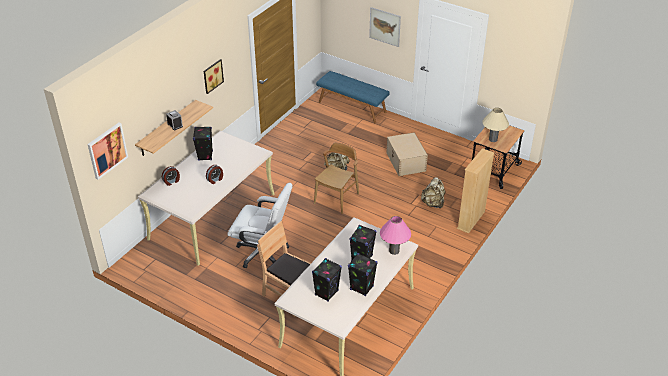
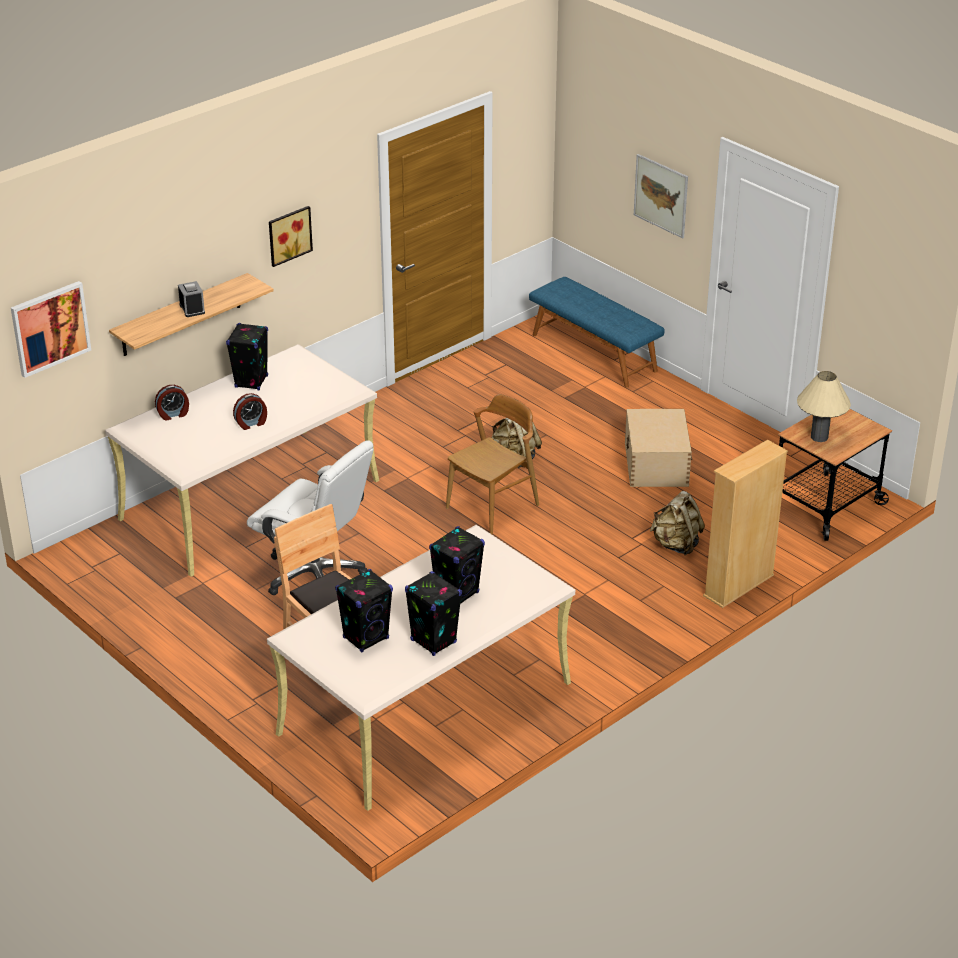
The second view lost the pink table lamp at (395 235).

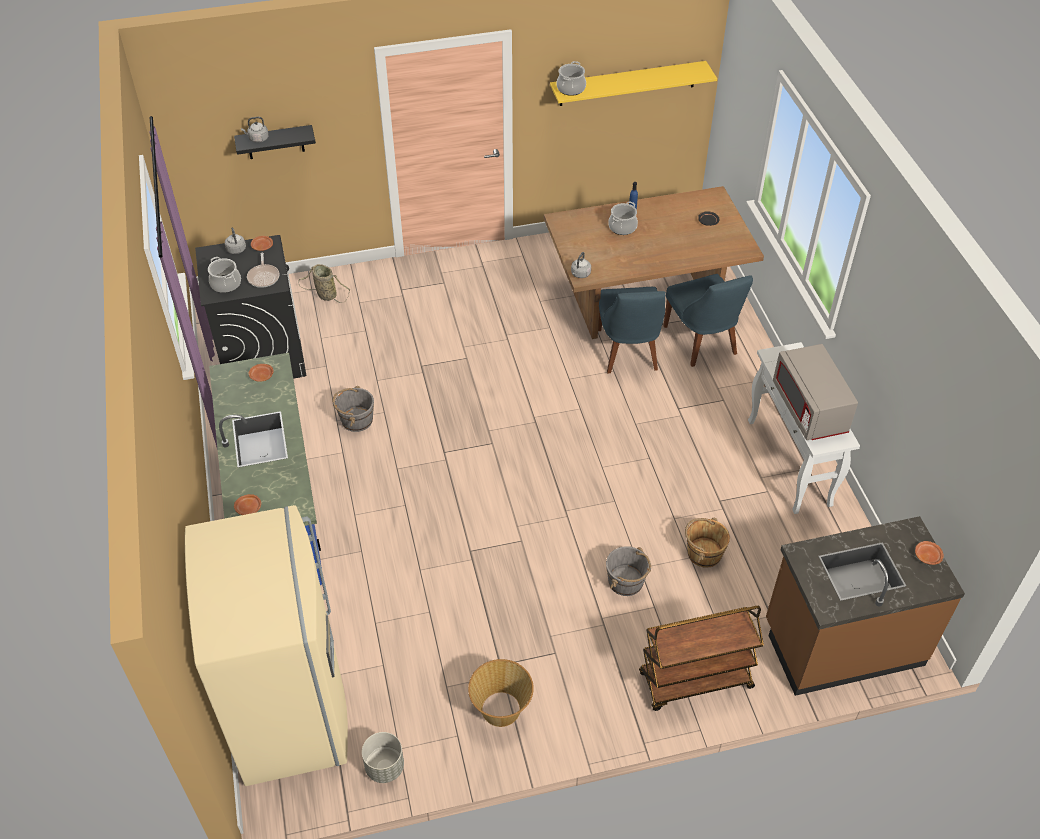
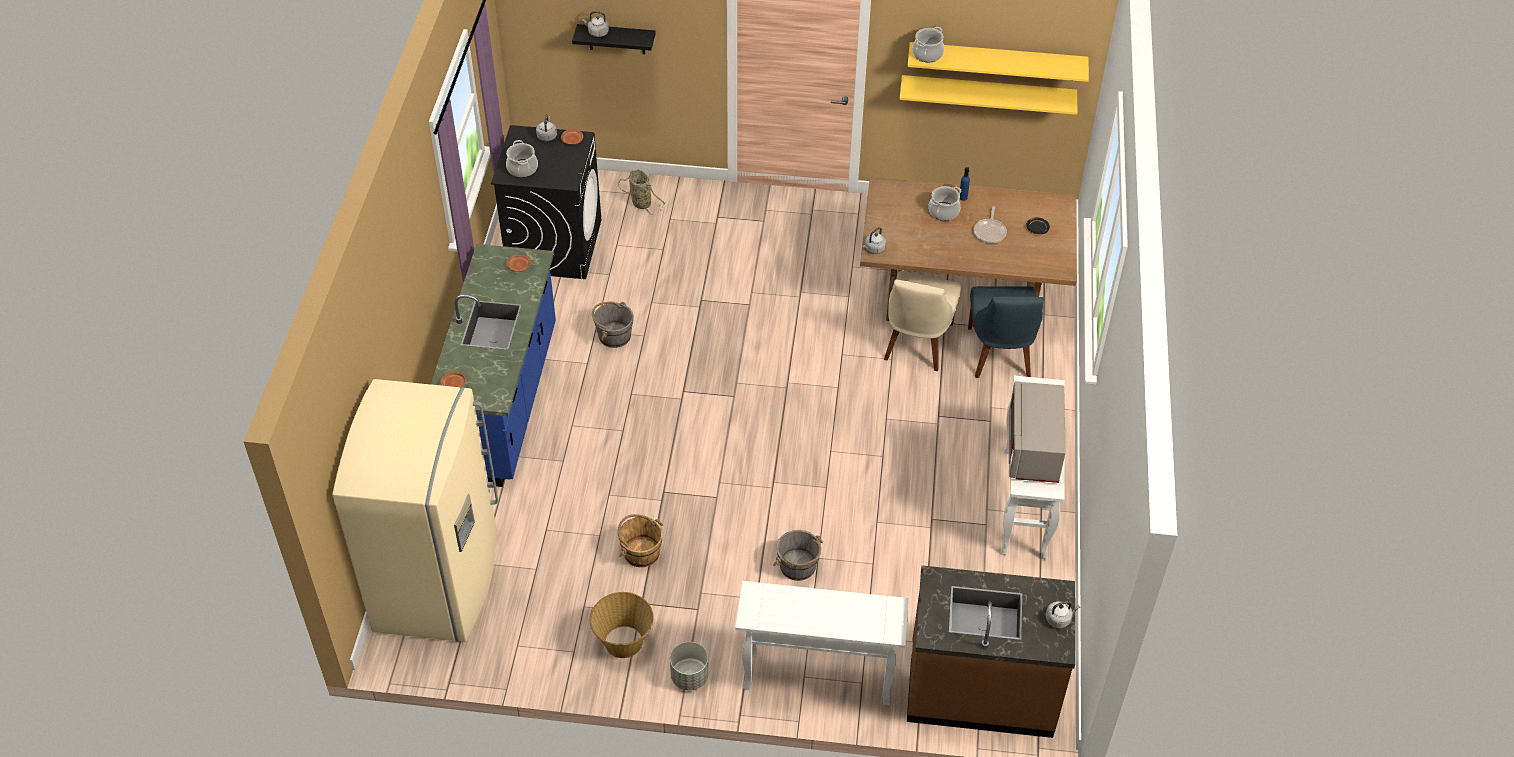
The second view gained the yellow shelf at (988 95).
The frying pan ended up elsewhere, having gone from (263 270) to (990 224).
The grey planter ended up elsewhere, having gone from (383 757) to (689 666).
The brown bucket ended up elsewhere, having gone from (707 543) to (640 540).
Where the brown cart stood at (701 658), the white console table came to stand at (822 643).
Where the brown plate stood at (929 553), the grey kettle came to stand at (1063 614).
What was the blue chair at (632 330) turned into the beige chair at (922 321).

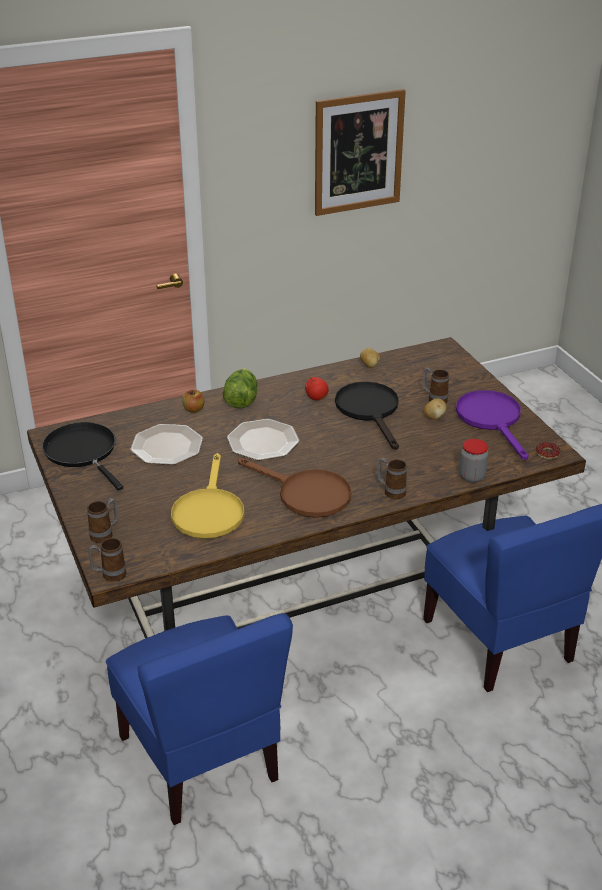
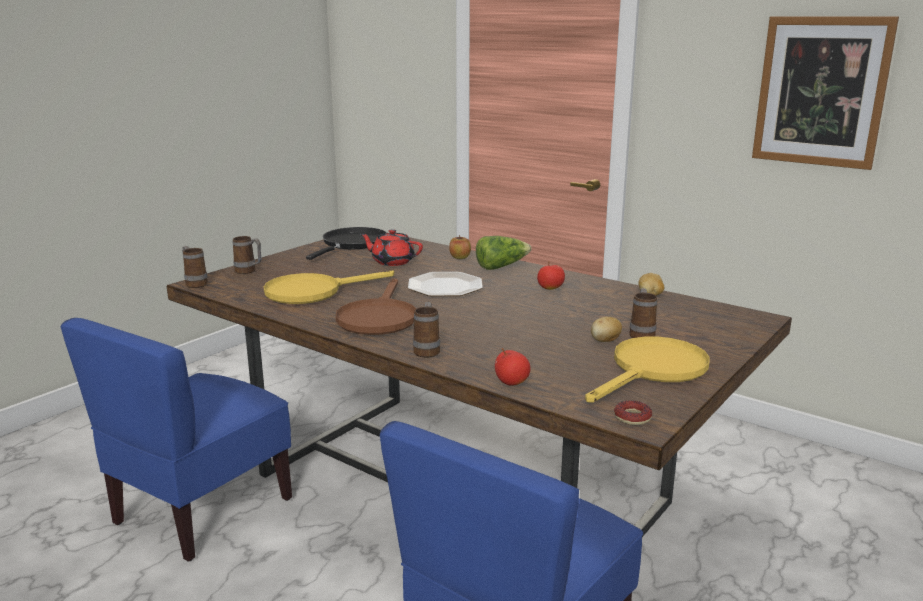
The second view lost the black frying pan at (367 416).
Where the plate stood at (166 444), the red teapot came to stand at (391 247).
Where the jar stood at (473 461), the apple came to stand at (513 367).
What was the purple frying pan at (492 425) turned into the yellow frying pan at (647 369).

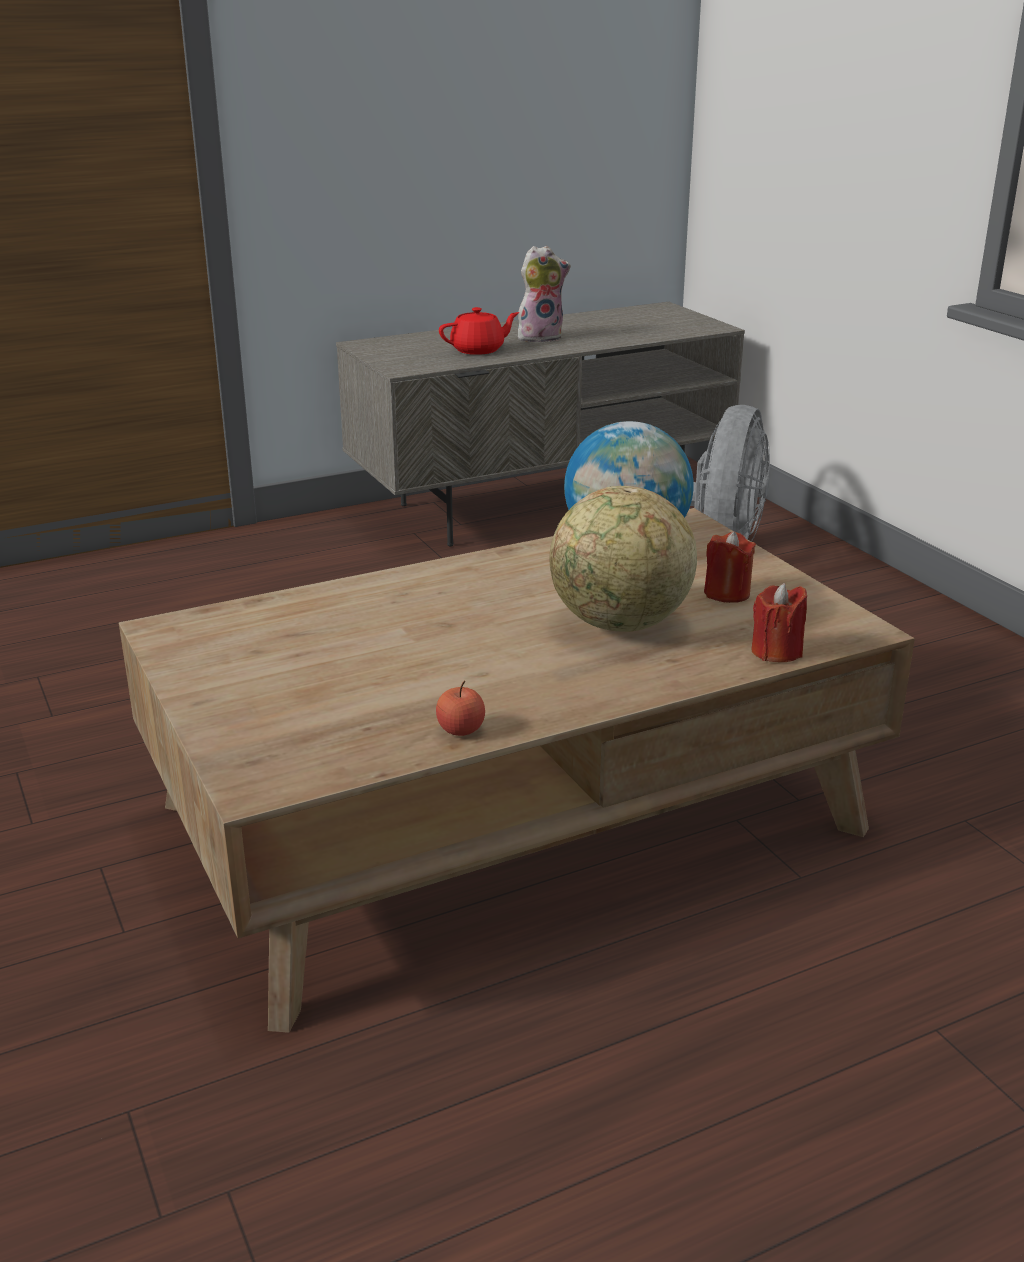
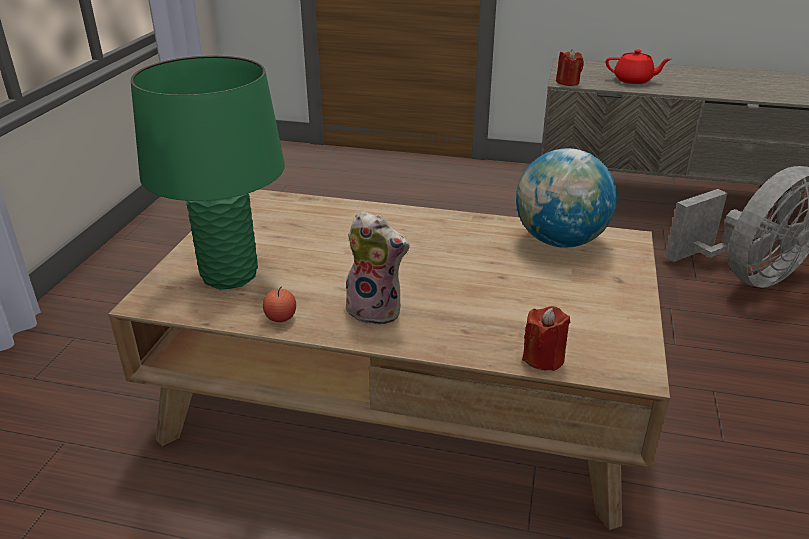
The second view lost the globe at (623 559).
The second view gained the green table lamp at (207 172).
The plush toy ended up elsewhere, having gone from (544 294) to (376 268).
The red candle ended up elsewhere, having gone from (730 567) to (570 67).

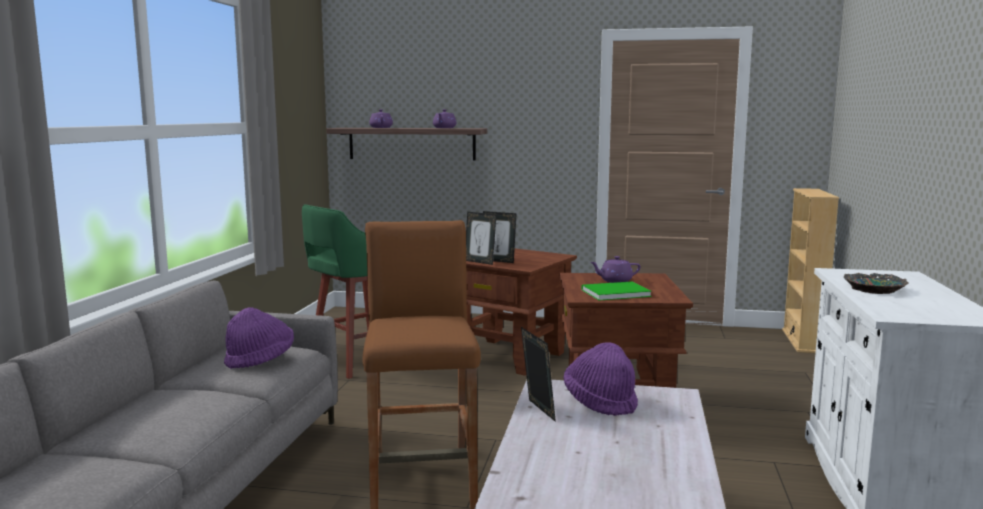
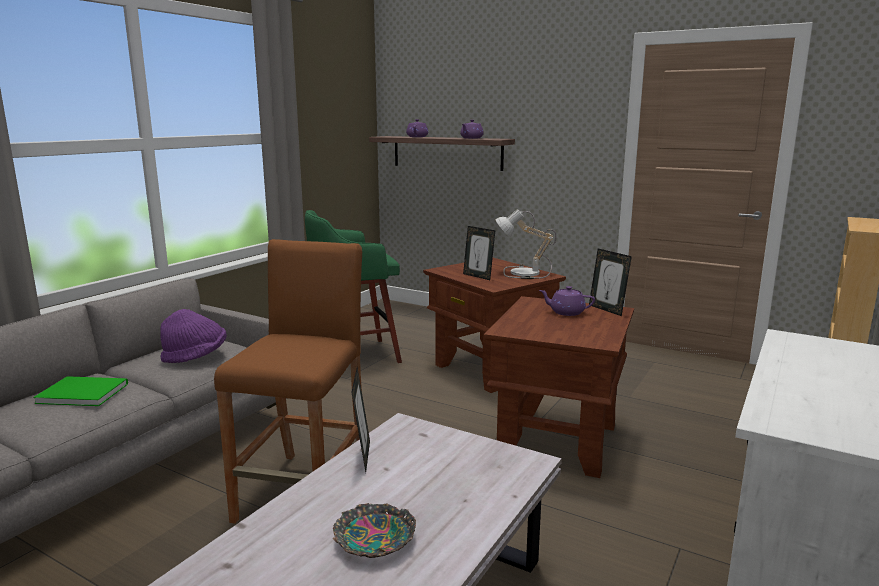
The second view lost the purple hat at (601 379).
The second view gained the table lamp at (525 244).
The picture frame ended up elsewhere, having gone from (481 238) to (610 282).
The green book ended up elsewhere, having gone from (616 290) to (80 391).
The bowl ended up elsewhere, having gone from (876 283) to (374 530).

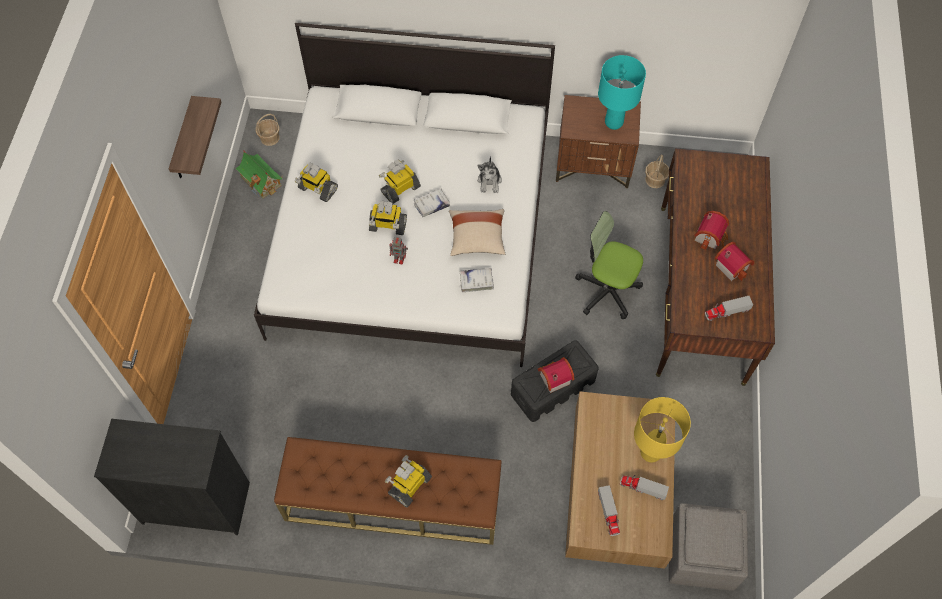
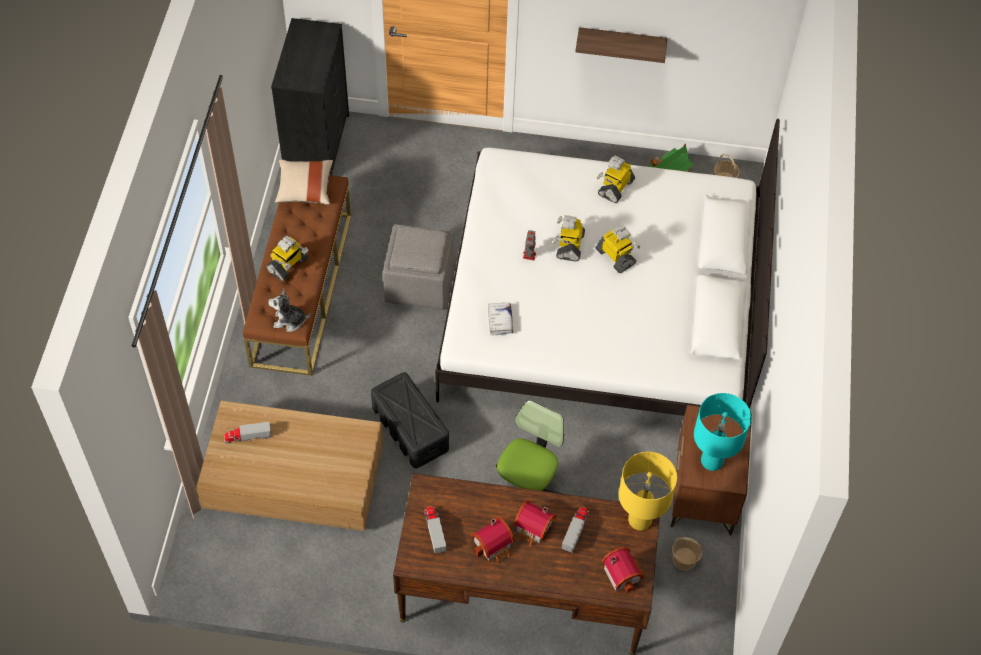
The second view lost the white book at (431 203).
The beige pillow ended up elsewhere, having gone from (477 232) to (304 182).
The plush toy ended up elsewhere, having gone from (489 174) to (289 310).
The toy house ended up elsewhere, having gone from (556 375) to (623 570).
The toy truck ended up elsewhere, having gone from (644 487) to (575 530).
The yellow table lamp ended up elsewhere, having gone from (662 430) to (648 491).
The grey ottoman ended up elsewhere, having gone from (708 547) to (418 267).
The toy robot at (408 481) ended up facing another way, 90 degrees clockwise from before.

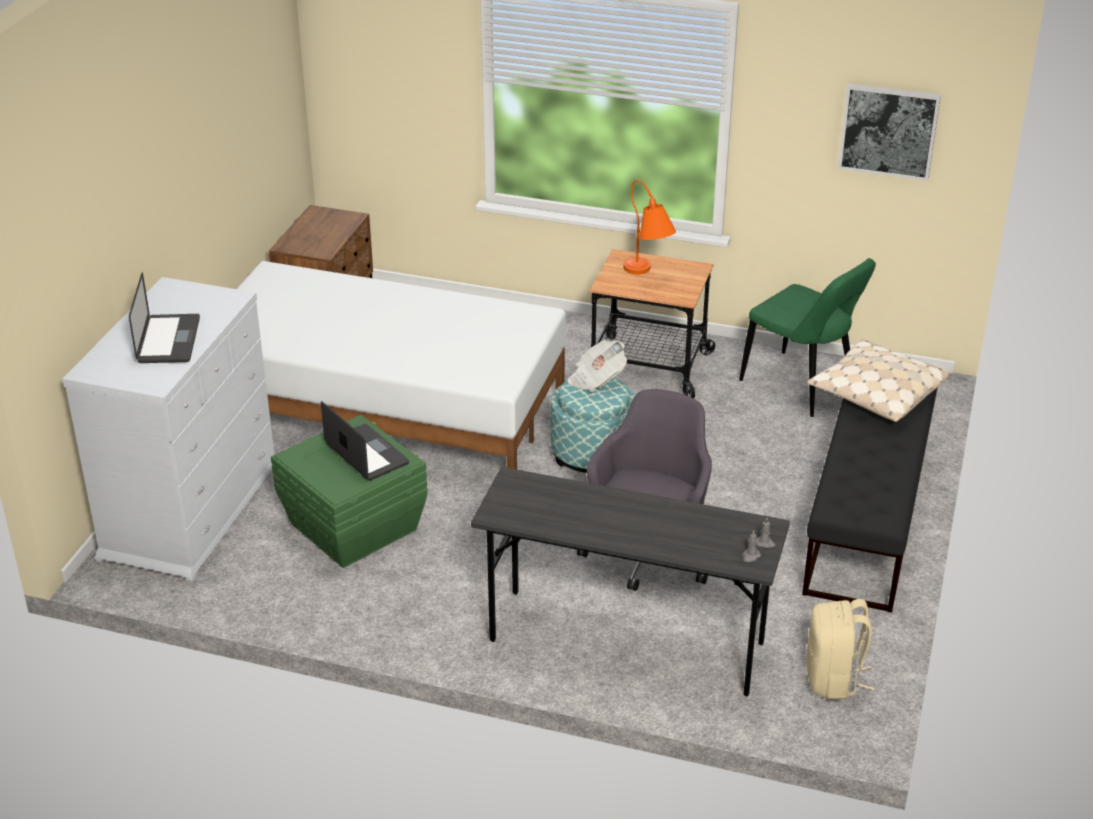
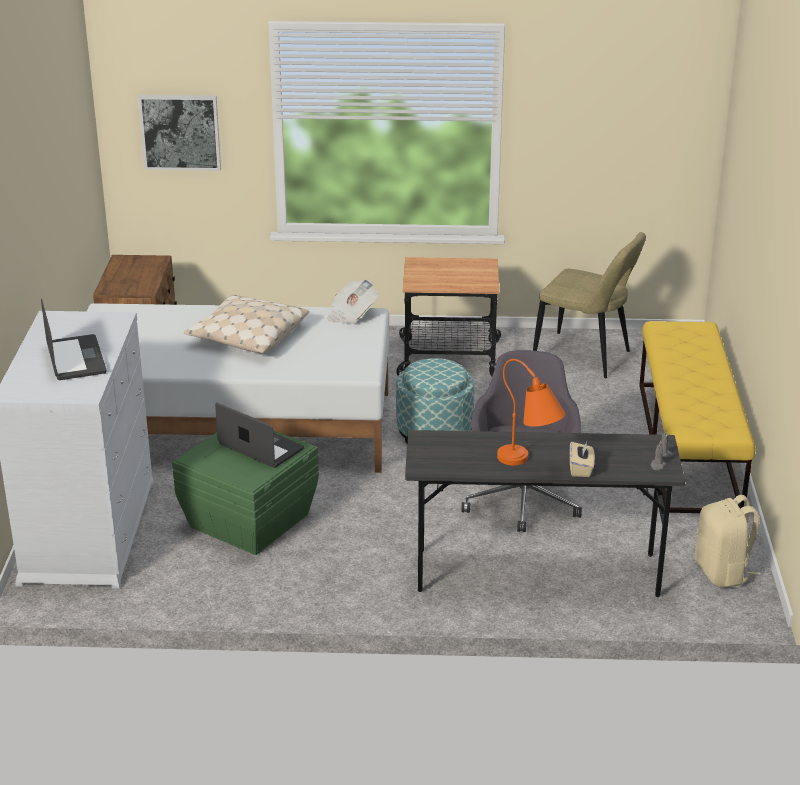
The second view gained the beige tissue box at (582 459).
The newspaper ended up elsewhere, having gone from (597 366) to (352 301).
The orange table lamp ended up elsewhere, having gone from (649 227) to (531 412).
The beige pillow ended up elsewhere, having gone from (878 380) to (246 324).
The picture ended up elsewhere, having gone from (889 132) to (179 133).
What was the green chair at (807 337) turned into the beige chair at (589 305).
What was the black bench at (870 500) turned into the yellow bench at (697 417).

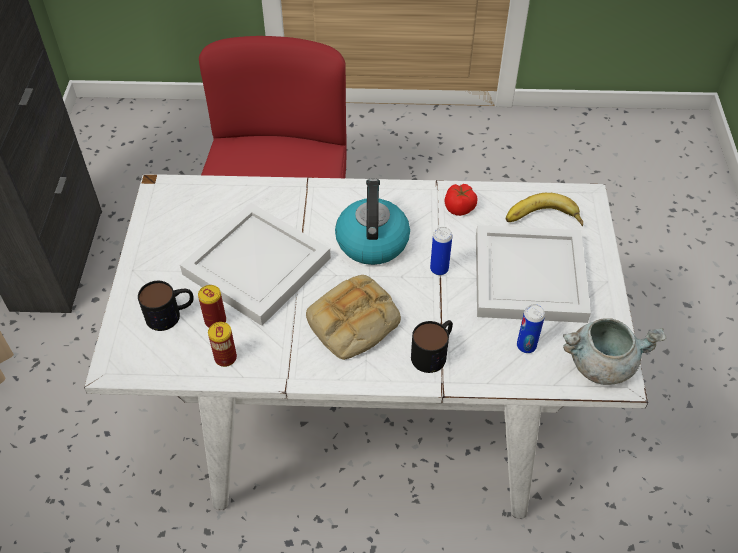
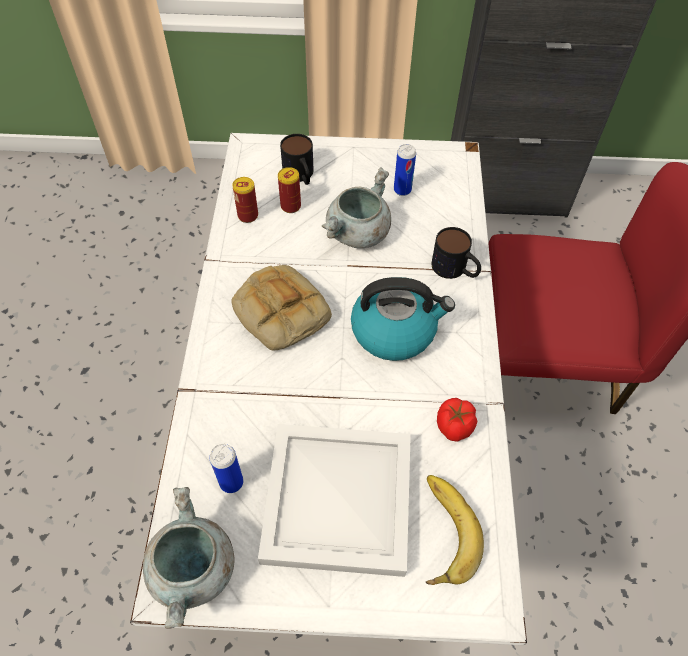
The mug ended up elsewhere, having gone from (432 346) to (456 253).
The can ended up elsewhere, having gone from (441 251) to (405 170).
Where the white tray stood at (255 264), the grey cooking pot came to stand at (356 207).

